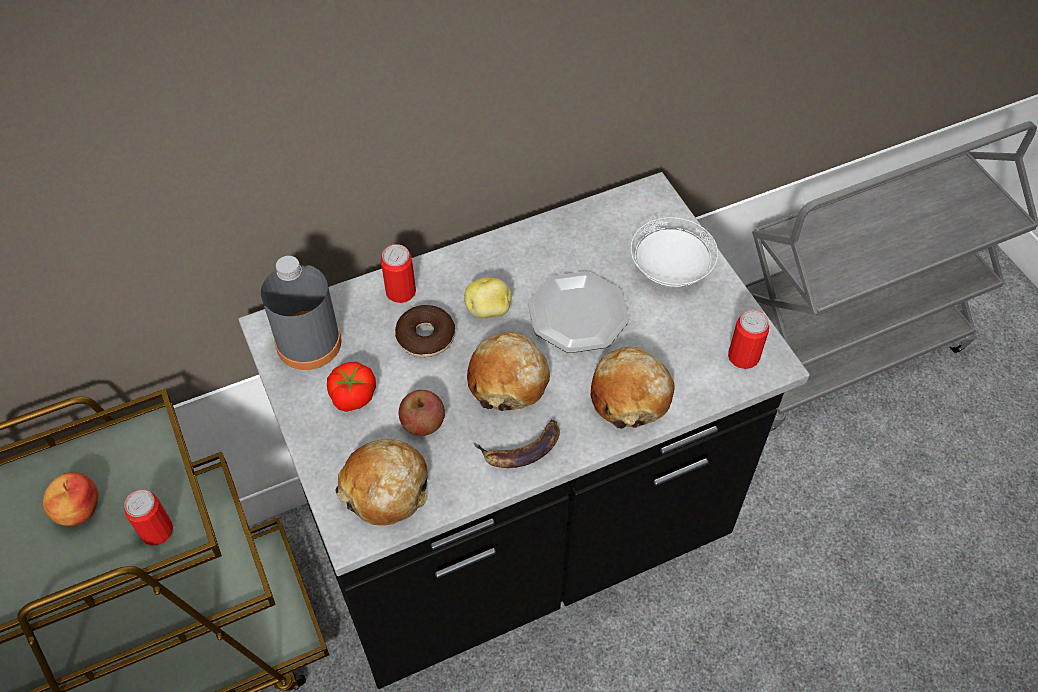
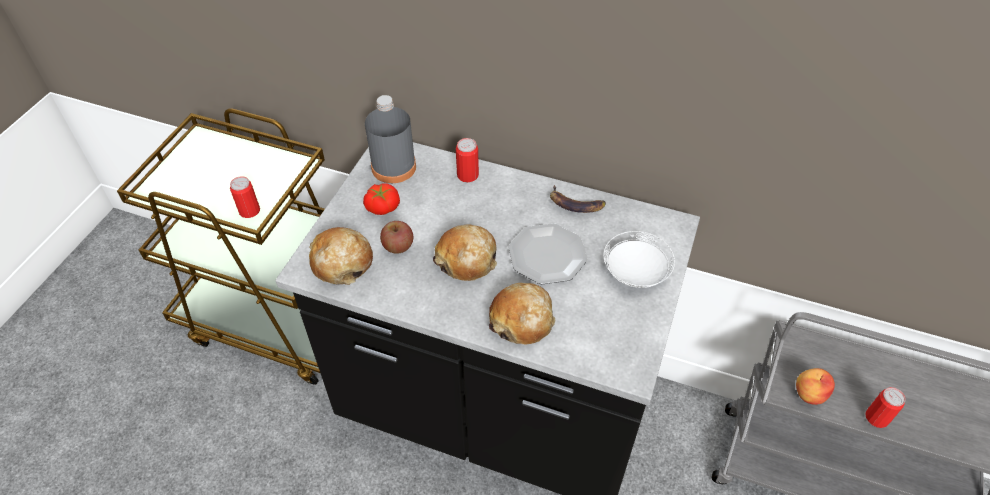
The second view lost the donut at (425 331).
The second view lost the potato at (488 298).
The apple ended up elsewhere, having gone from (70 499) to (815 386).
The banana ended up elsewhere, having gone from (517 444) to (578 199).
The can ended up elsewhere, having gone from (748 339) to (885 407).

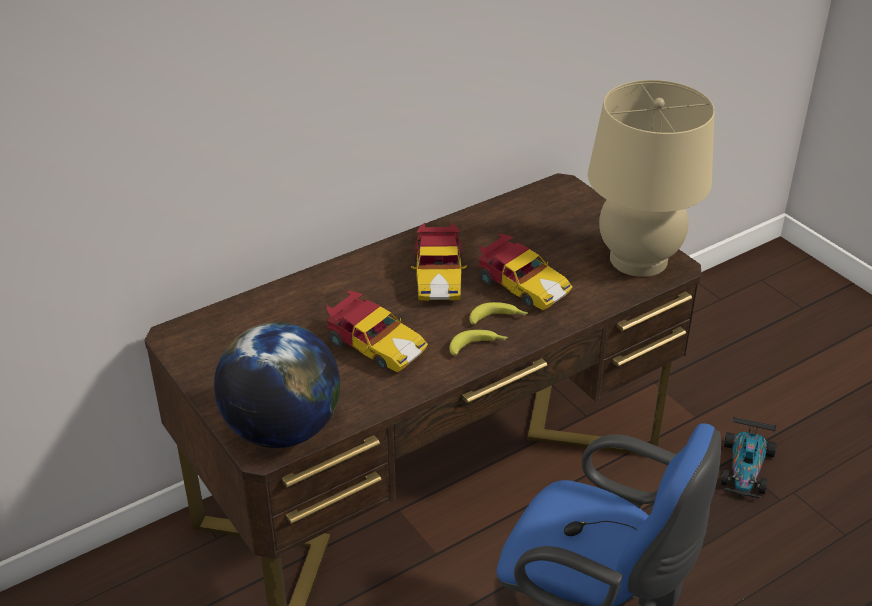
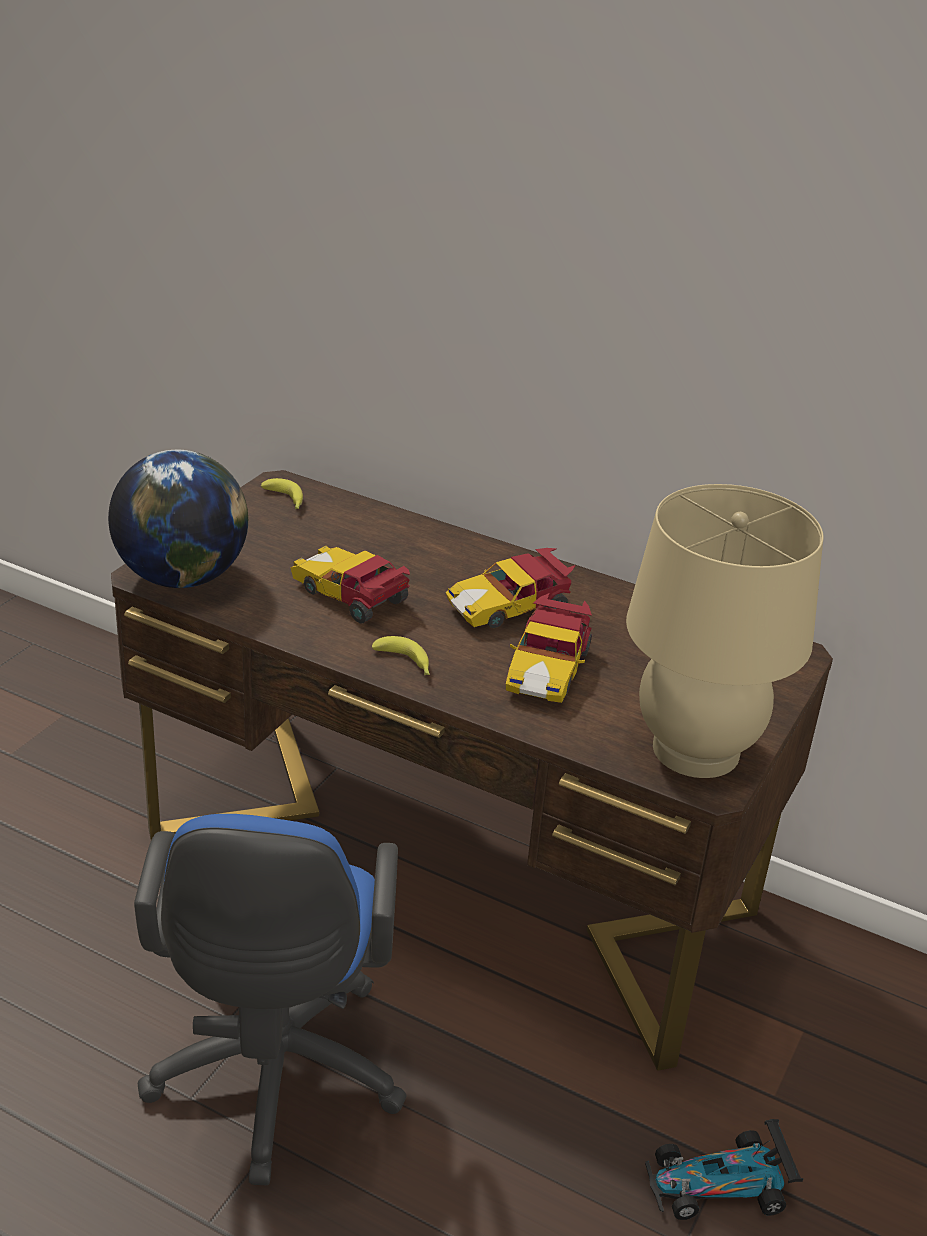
The banana ended up elsewhere, having gone from (498 313) to (282 493).
The toy car at (377 332) ended up facing another way, 120 degrees clockwise from before.

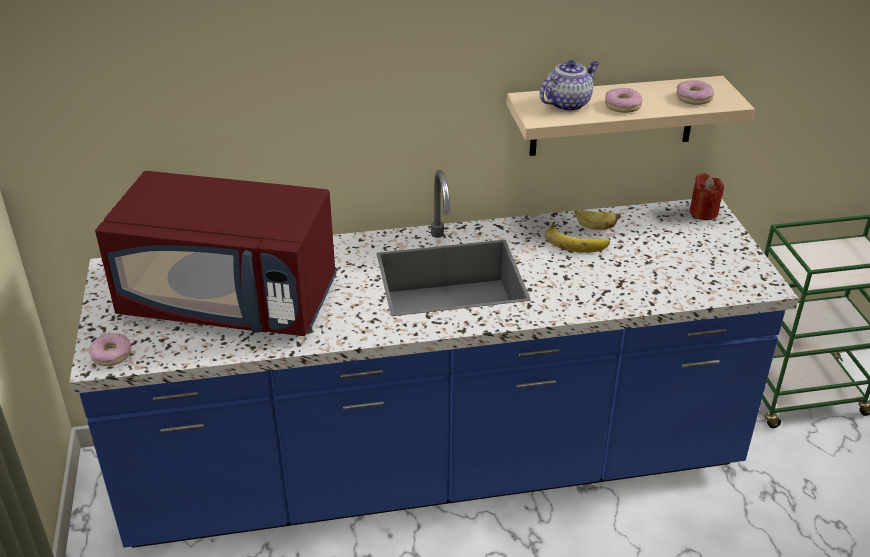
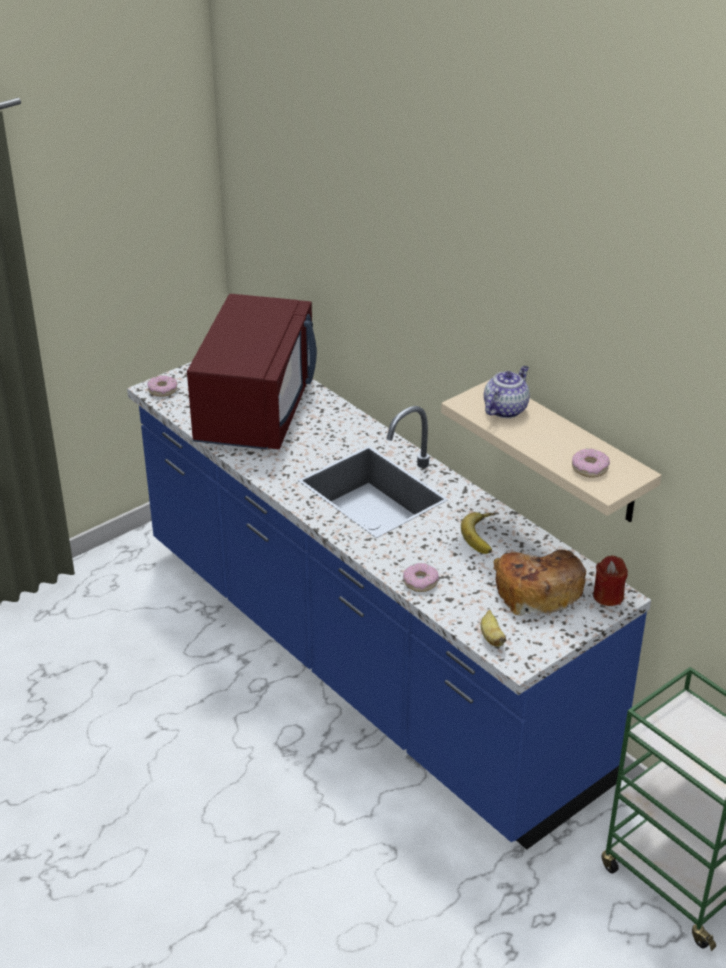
The second view gained the bread at (539 582).
The banana ended up elsewhere, having gone from (597 220) to (493 628).
The donut ended up elsewhere, having gone from (623 100) to (421 577).
The red microwave at (216 253) ended up facing another way, 150 degrees counterclockwise from before.
The teapot at (569 85) ended up facing another way, 75 degrees counterclockwise from before.

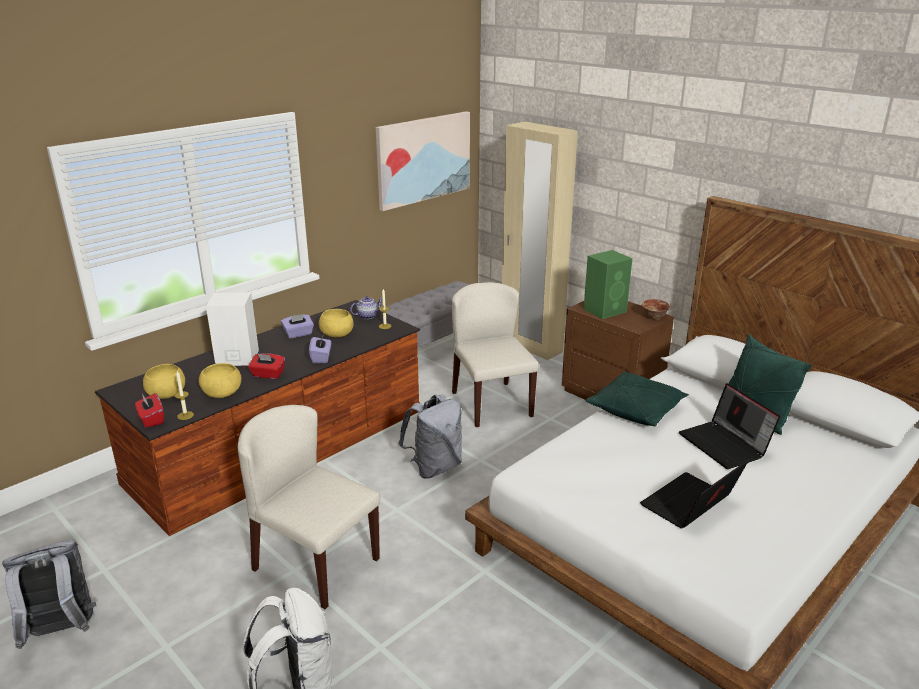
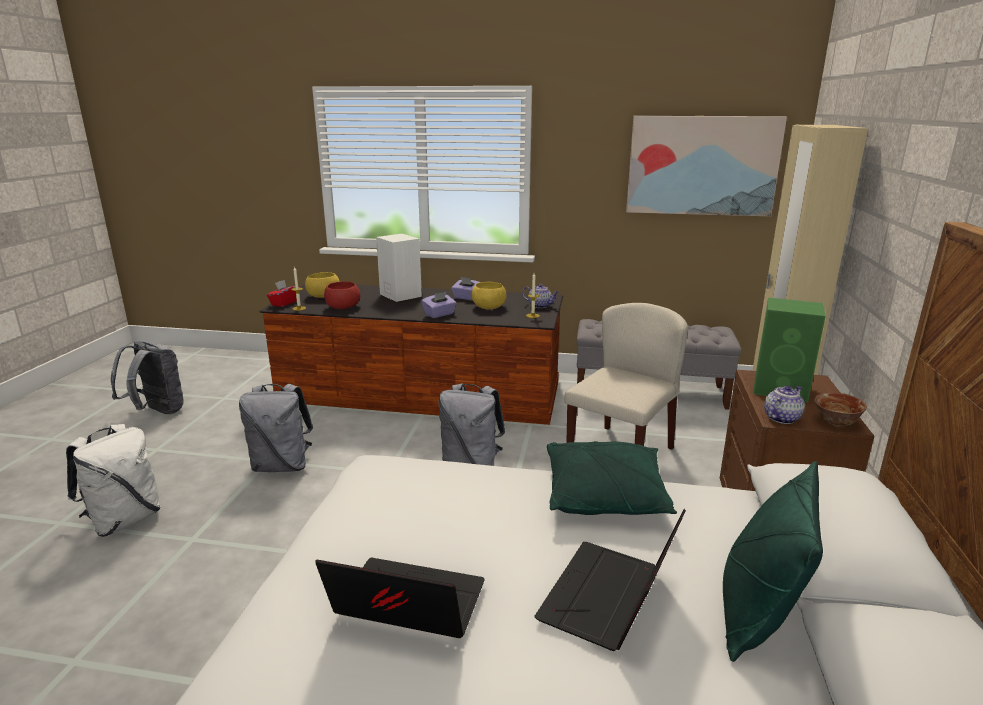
The second view lost the red tissue box at (266 366).
The second view gained the teapot at (784 404).
Where the beige chair stood at (309 507), the grey backpack came to stand at (276 428).
What was the yellow bowl at (220 380) turned into the red bowl at (342 295).

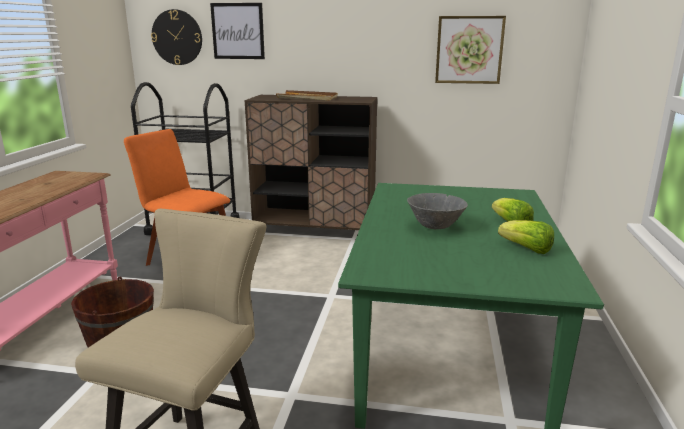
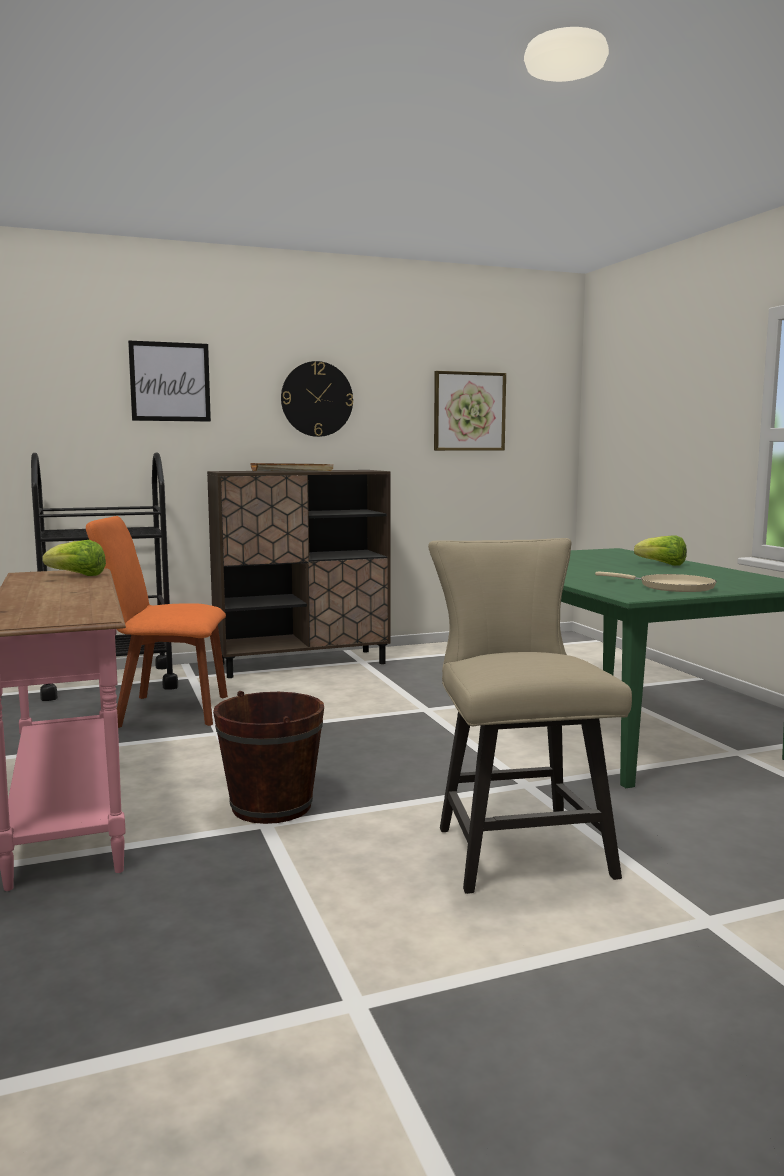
The second view lost the grey bowl at (437 211).
The second view gained the beige frying pan at (656 582).
The wall clock ended up elsewhere, having gone from (176 37) to (317 399).
The lettuce ended up elsewhere, having gone from (526 237) to (74 558).

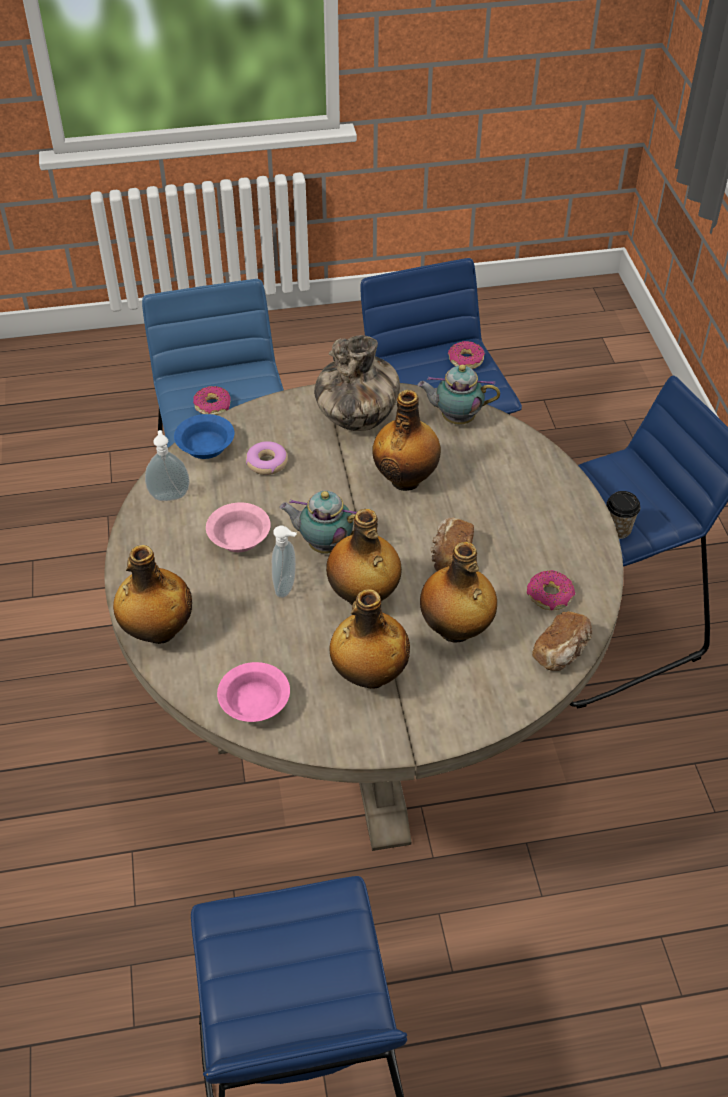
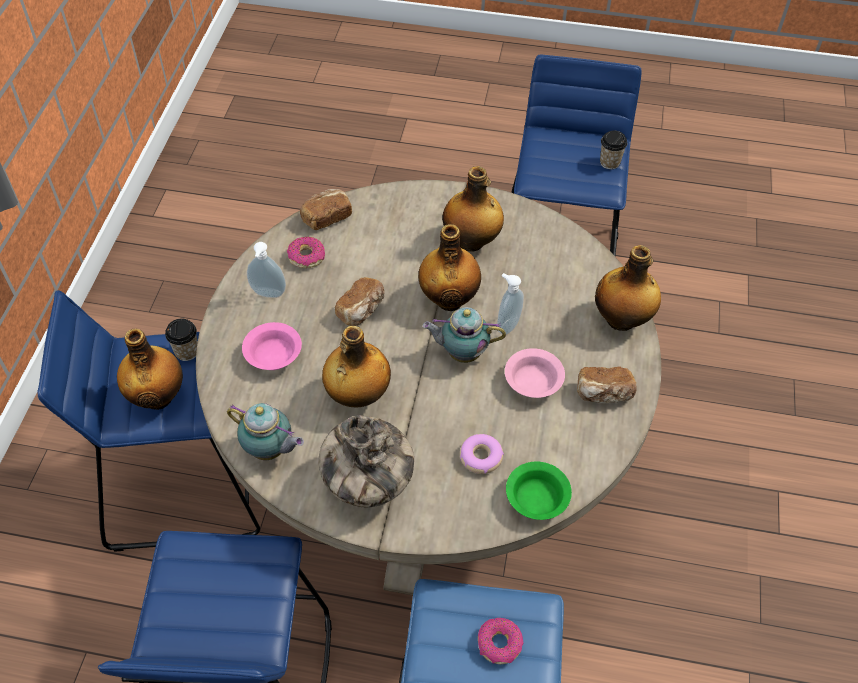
The second view lost the donut at (466 355).
The second view gained the bread at (607 384).
The second view gained the cup at (613 150).
The soap dispenser ended up elsewhere, having gone from (167 465) to (266 270).
The pink bowl ended up elsewhere, having gone from (253 692) to (272 346).
The bottle ended up elsewhere, having gone from (458 592) to (150 369).
What was the blue bowl at (204 436) turned into the green bowl at (539 491).
The teapot at (318 522) ended up facing another way, 150 degrees clockwise from before.

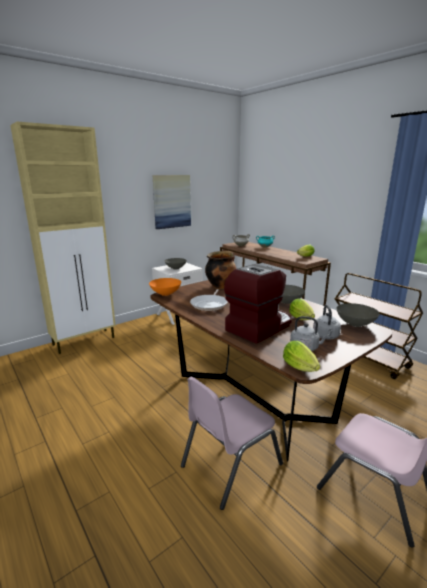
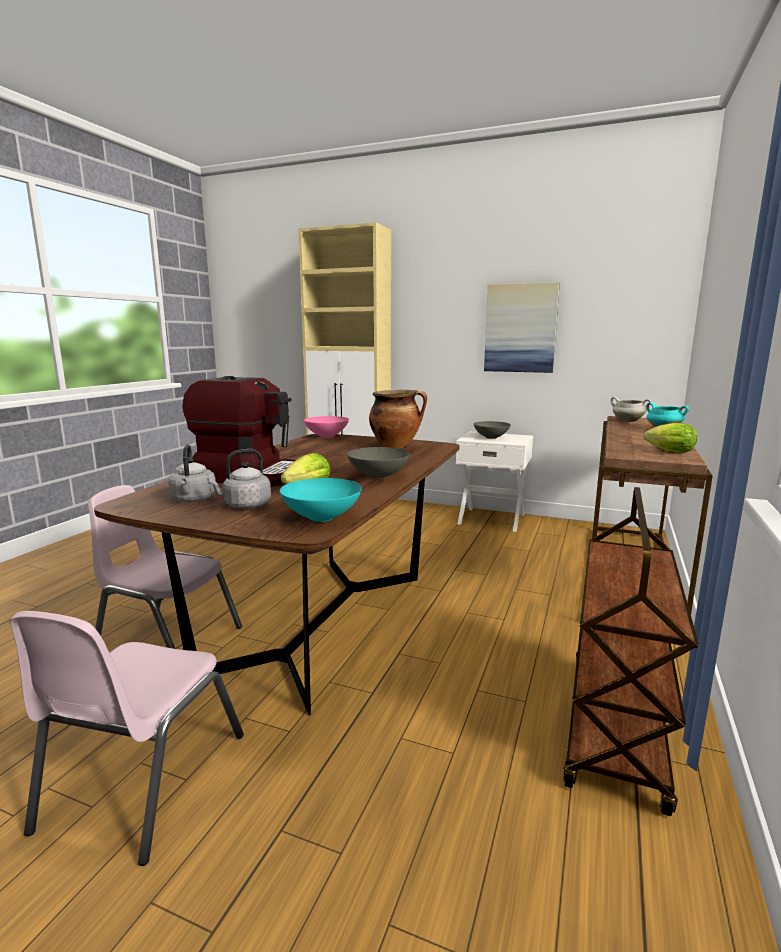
The second view lost the frying pan at (209 300).
The second view lost the lettuce at (301 356).
What was the orange bowl at (165 287) turned into the pink bowl at (326 426).
What was the grey bowl at (358 315) turned into the turquoise bowl at (321 500).

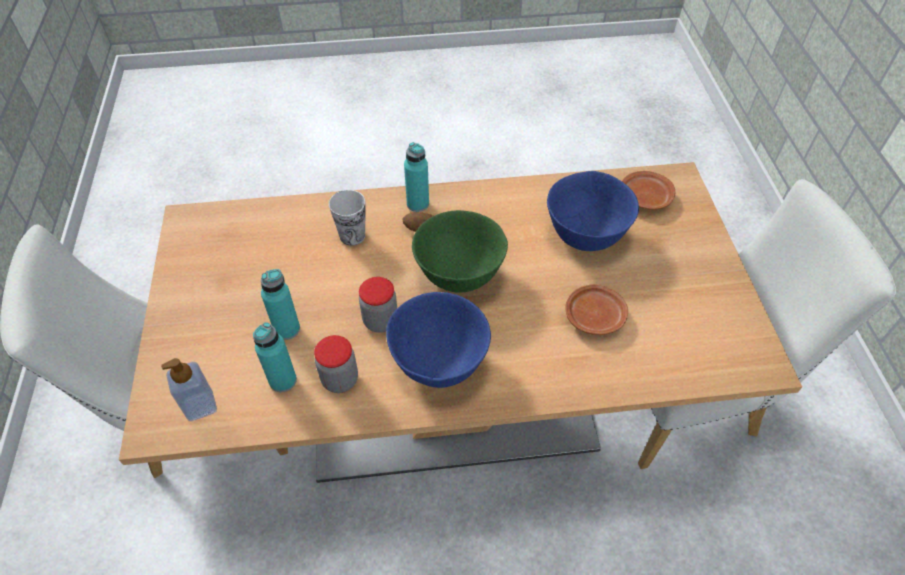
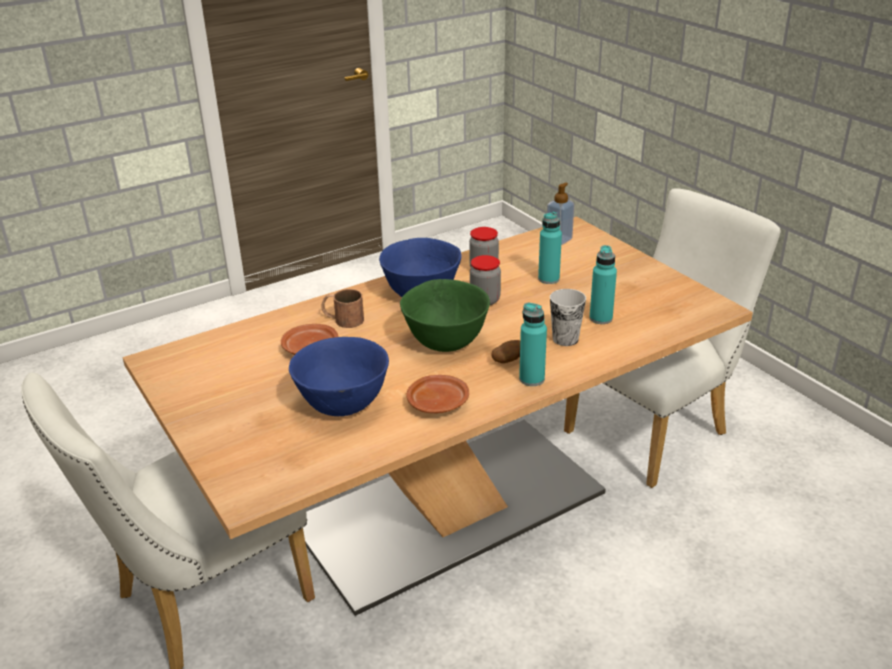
The second view gained the brown mug at (342 308).
The turquoise bottle ended up elsewhere, having gone from (275 357) to (603 284).
The brown plate ended up elsewhere, having gone from (648 190) to (438 394).

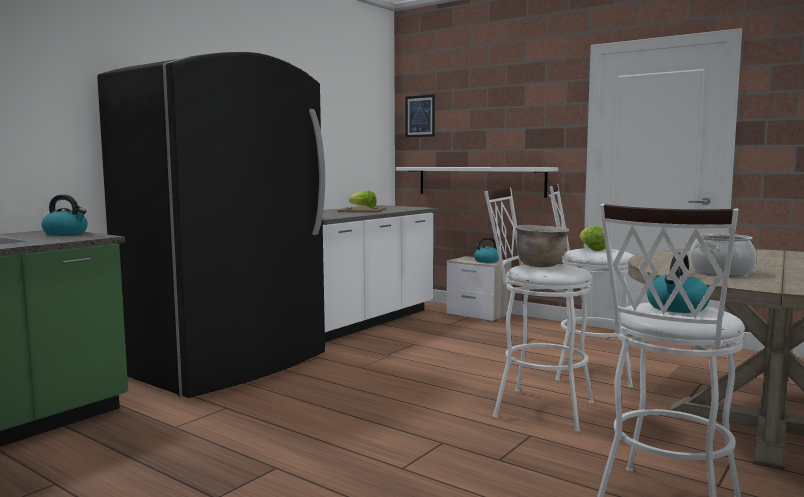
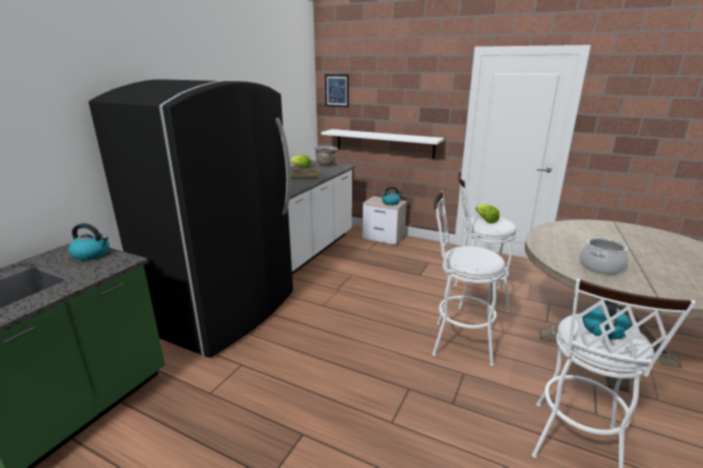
The brown cooking pot ended up elsewhere, having gone from (542 246) to (326 156).

